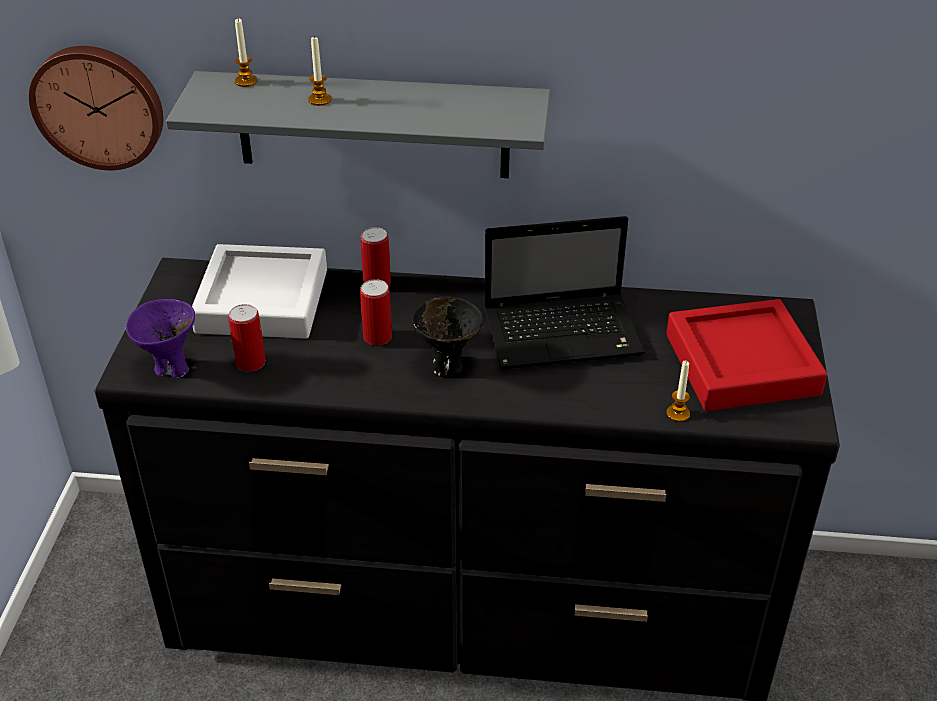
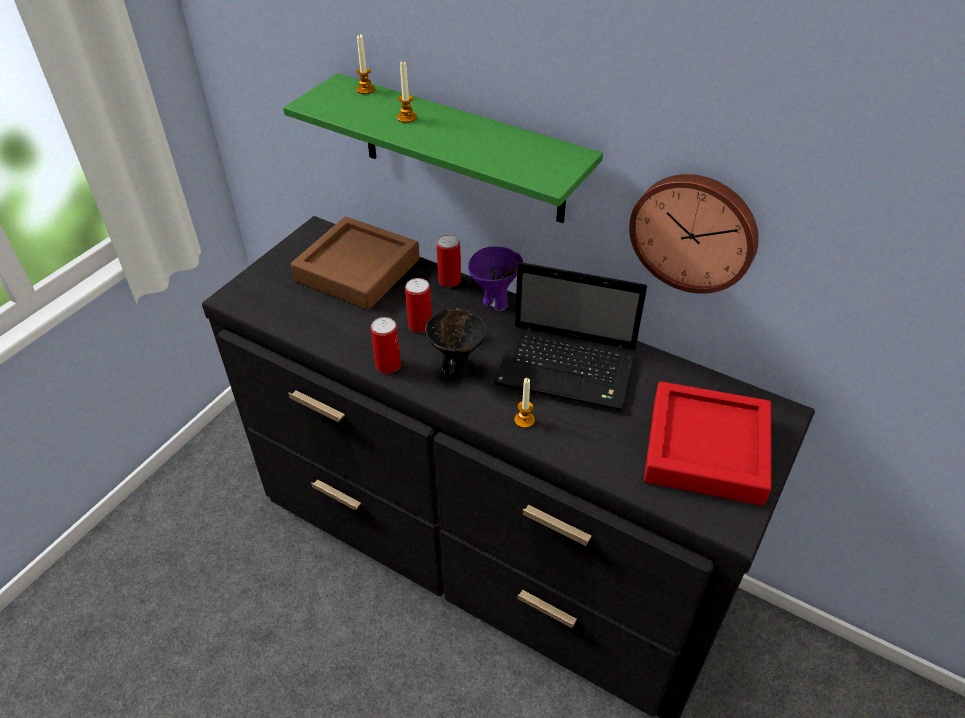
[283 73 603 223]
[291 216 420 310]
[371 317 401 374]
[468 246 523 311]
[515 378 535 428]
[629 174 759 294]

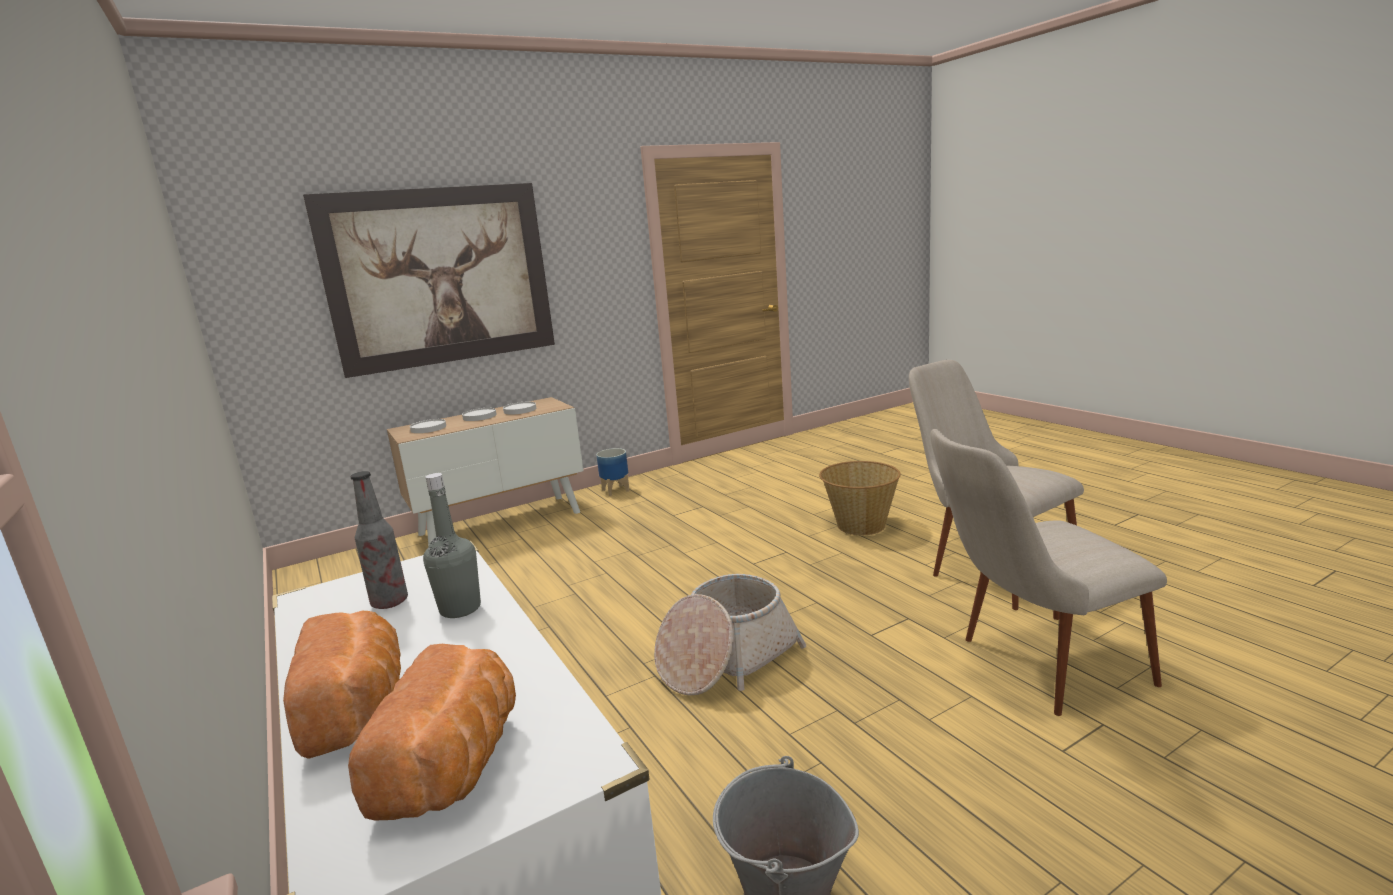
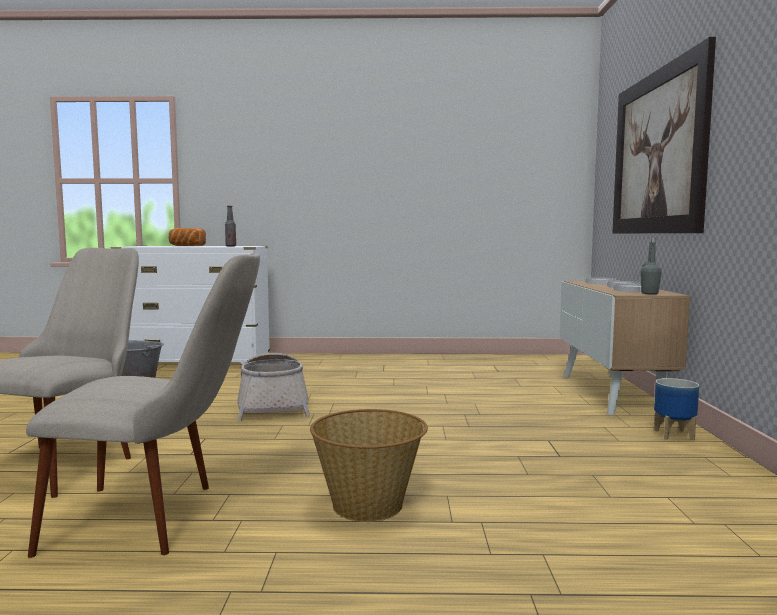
[641 238 662 294]
[348 644 516 821] (first image)

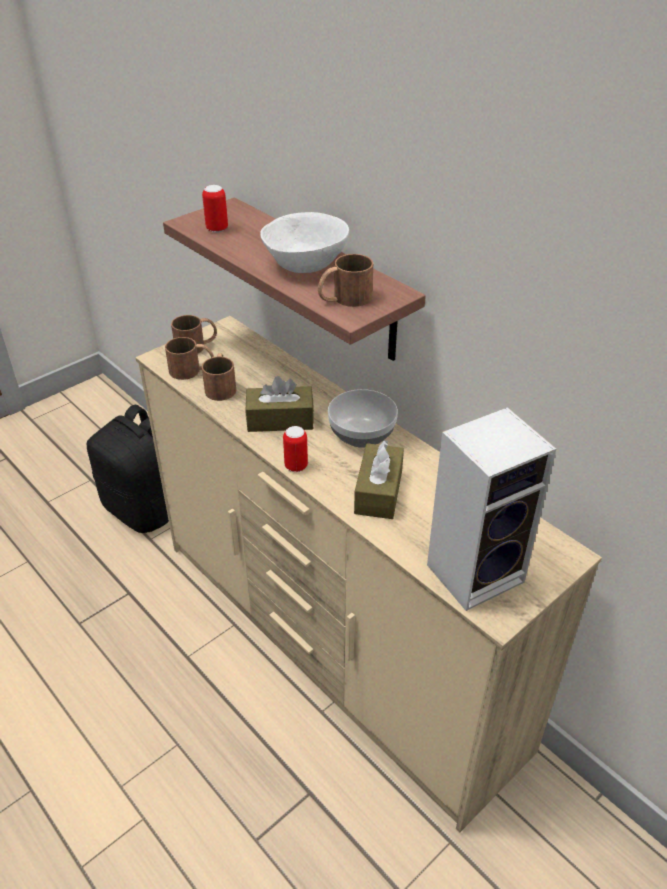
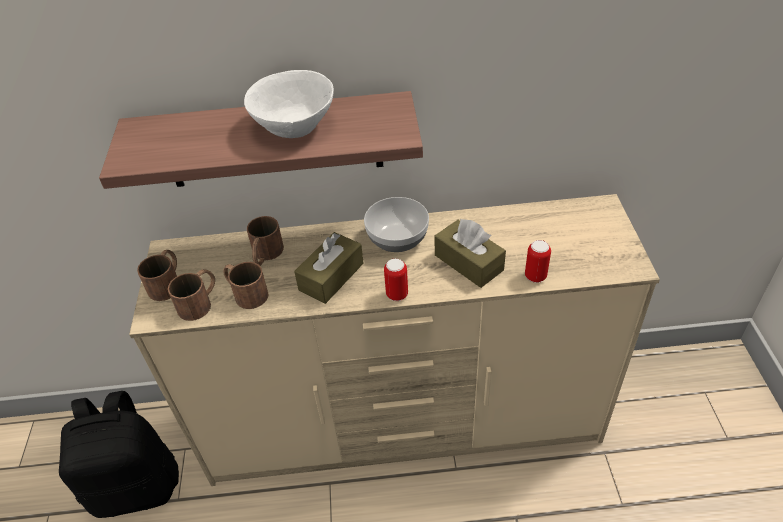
[247 216 284 266]
[525 240 551 283]
[427 407 556 611] (first image)

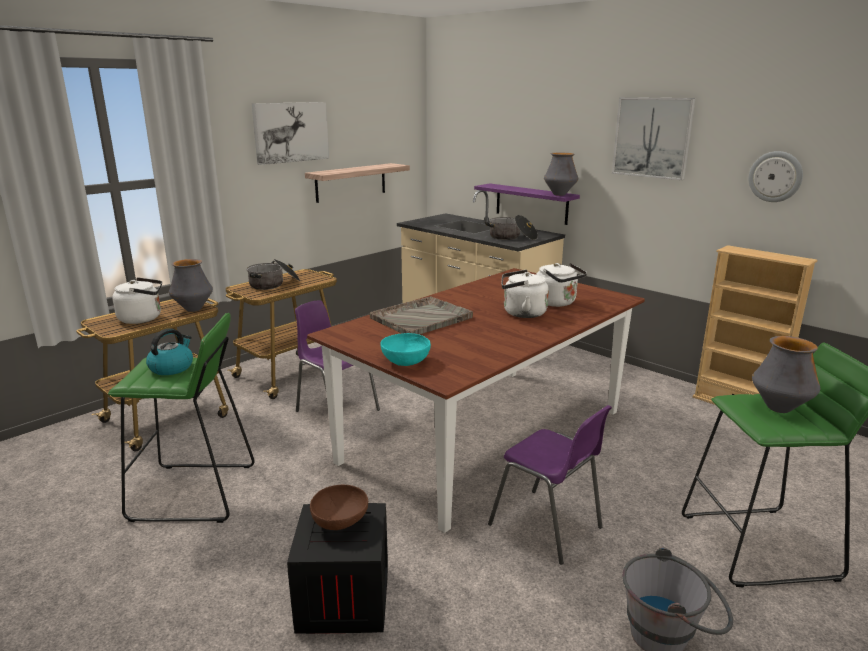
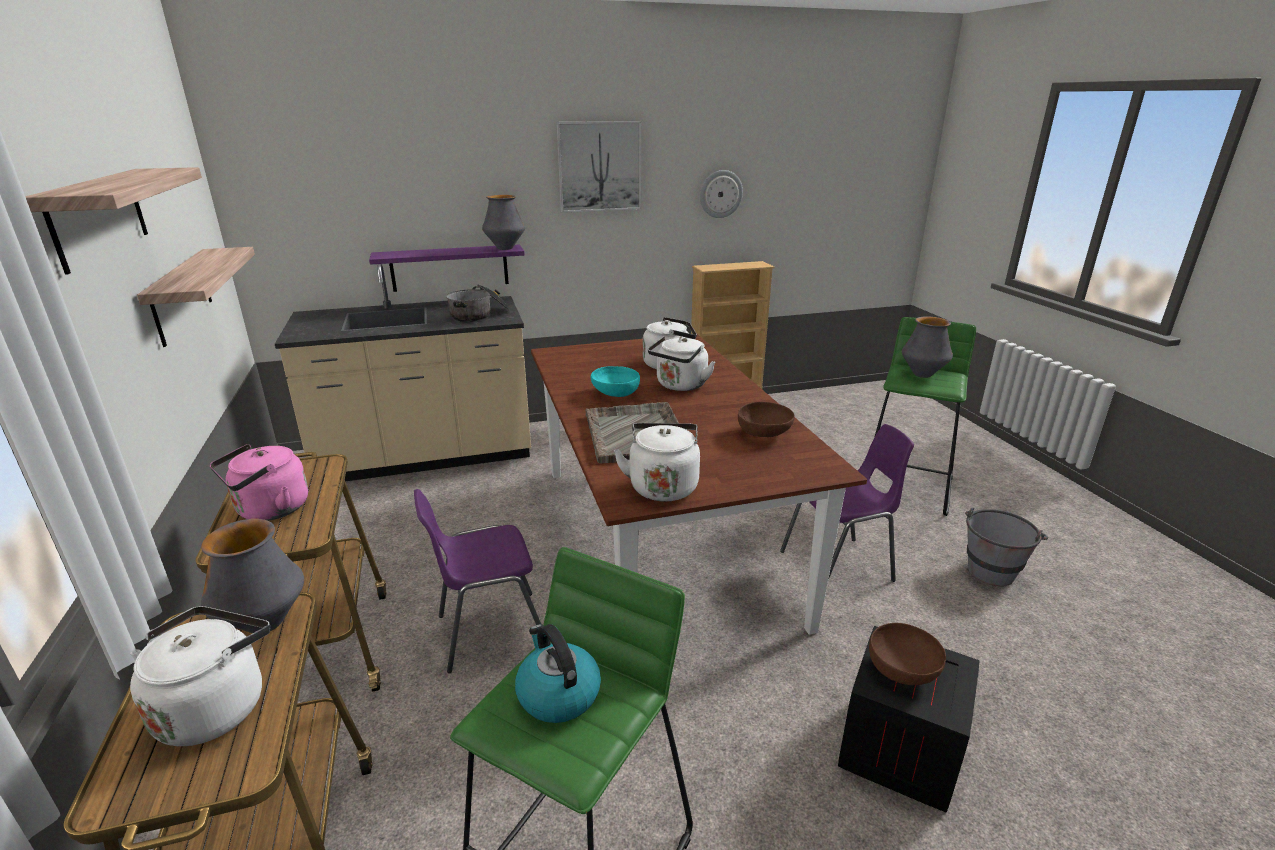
[25 167 202 275]
[210 444 308 521]
[591 366 640 397]
[614 423 700 502]
[738 402 795 437]

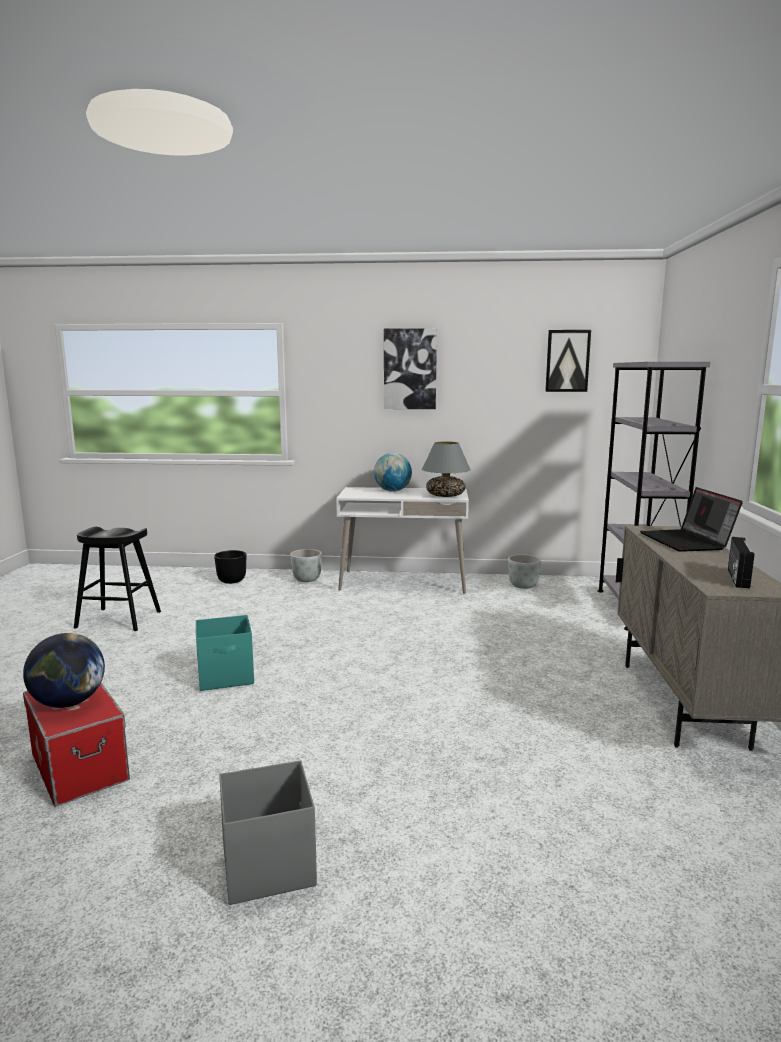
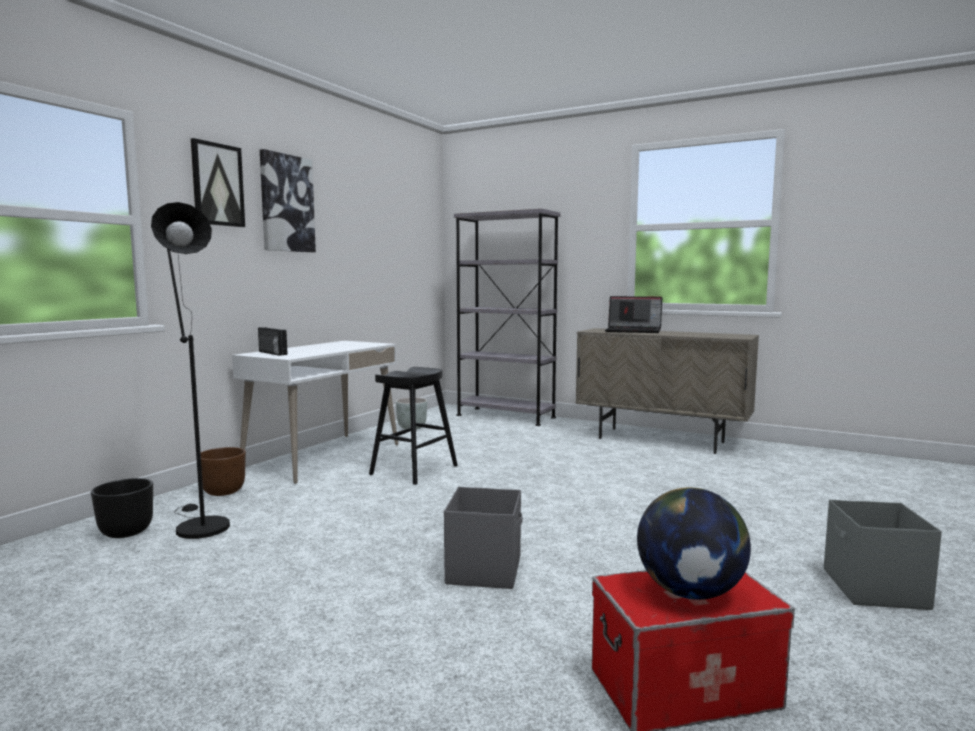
[151 202 230 539]
[191 138 245 227]
[201 447 246 496]
[258 327 287 356]
[369 367 458 485]
[444 487 523 589]
[374 453 412 492] (first image)
[422 441 471 497] (first image)

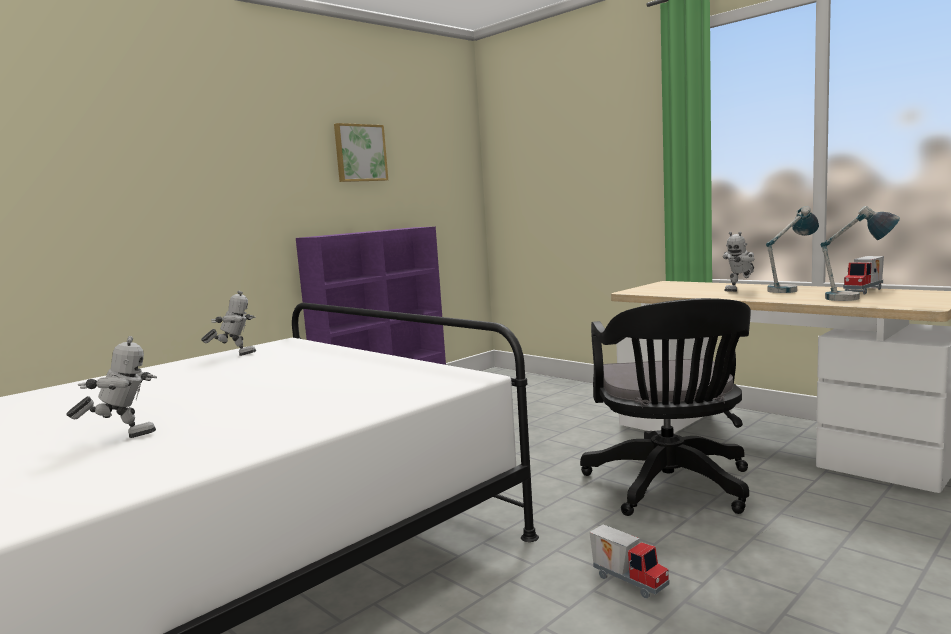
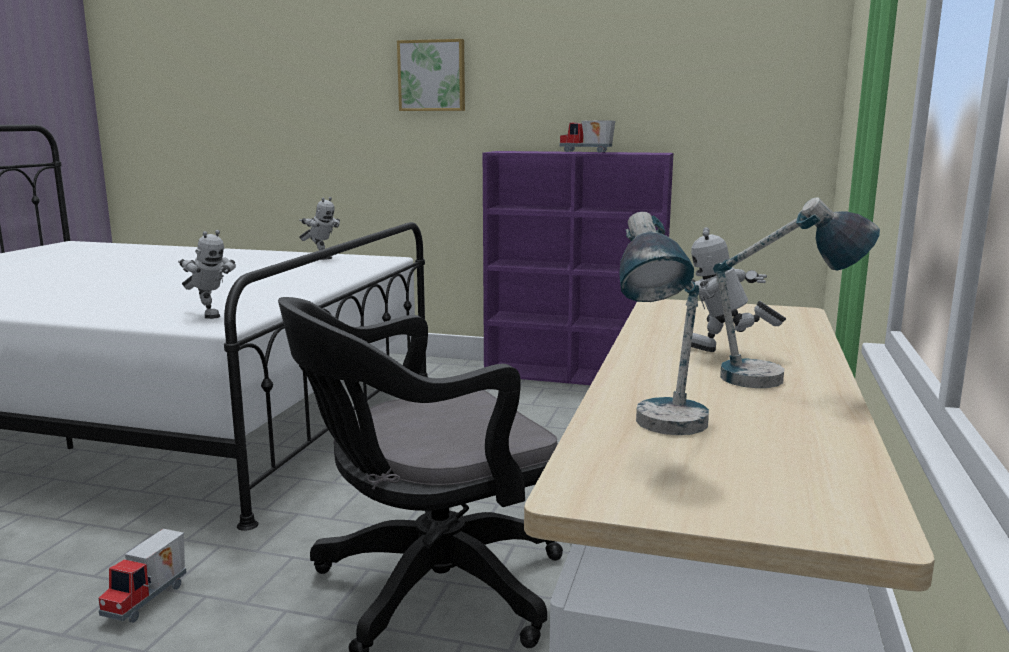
[178 230 236 319]
[397 39 465 111]
[559 121 615 153]

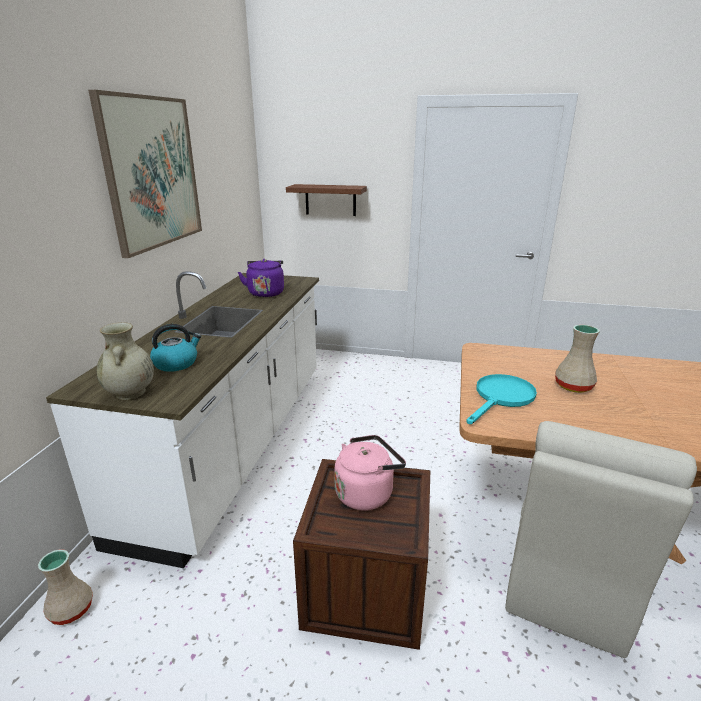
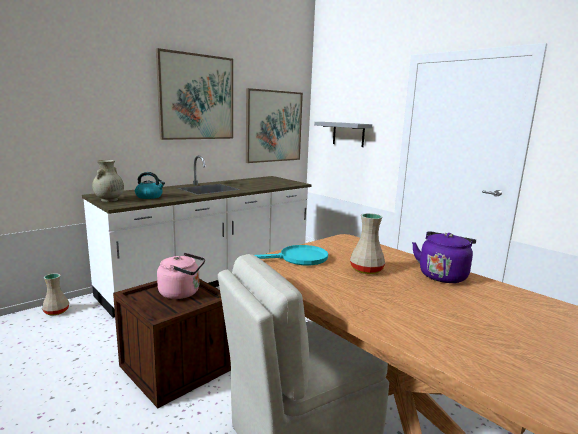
[246 88 303 163]
[314 122 372 147]
[412 231 476 283]

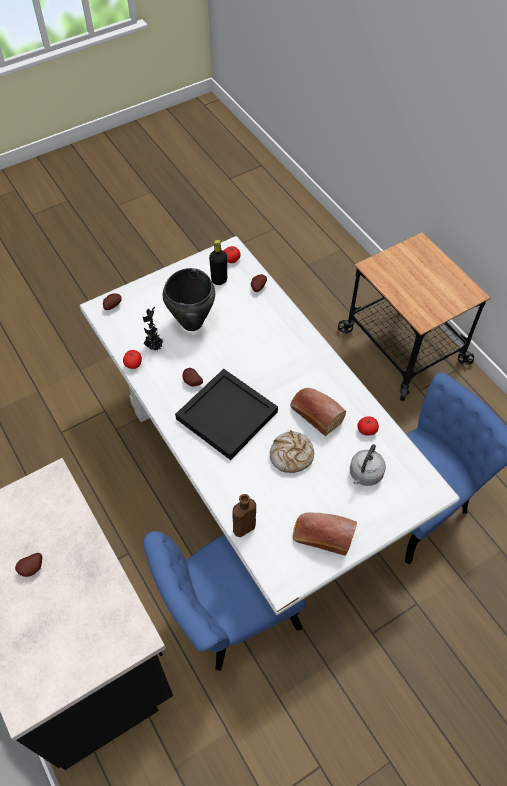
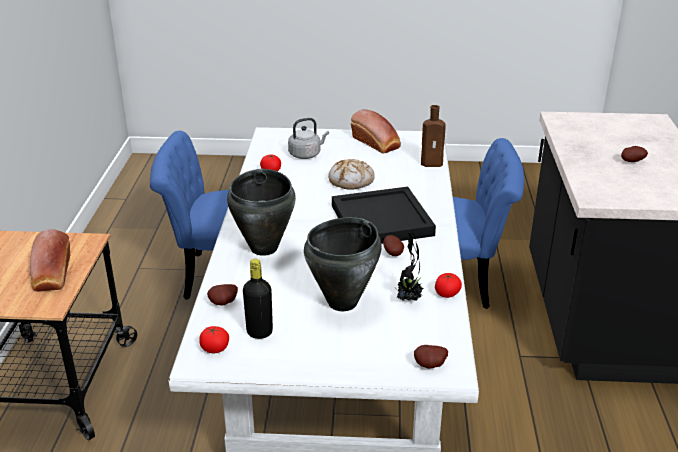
[30 229 71 292]
[227 169 296 256]

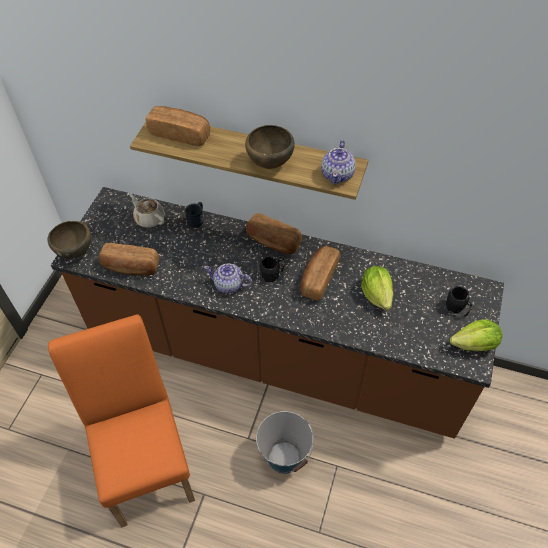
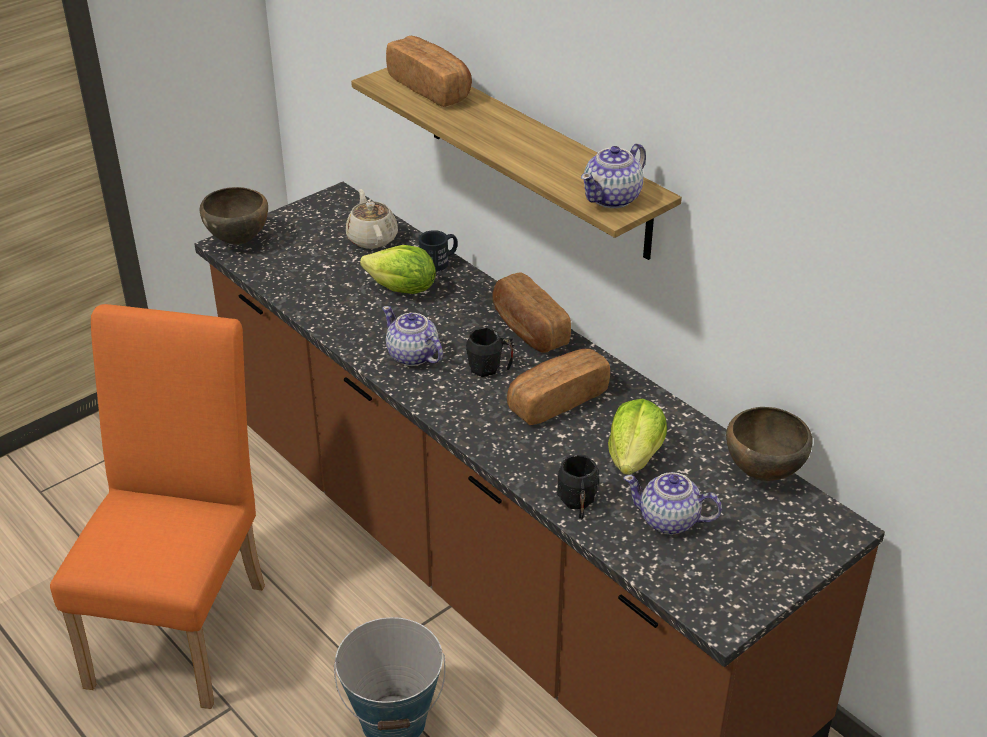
[360 245 436 294]
[557 455 599 519]
[623 472 722 535]
[726 407 813 481]
[99 243 159 276] (first image)

